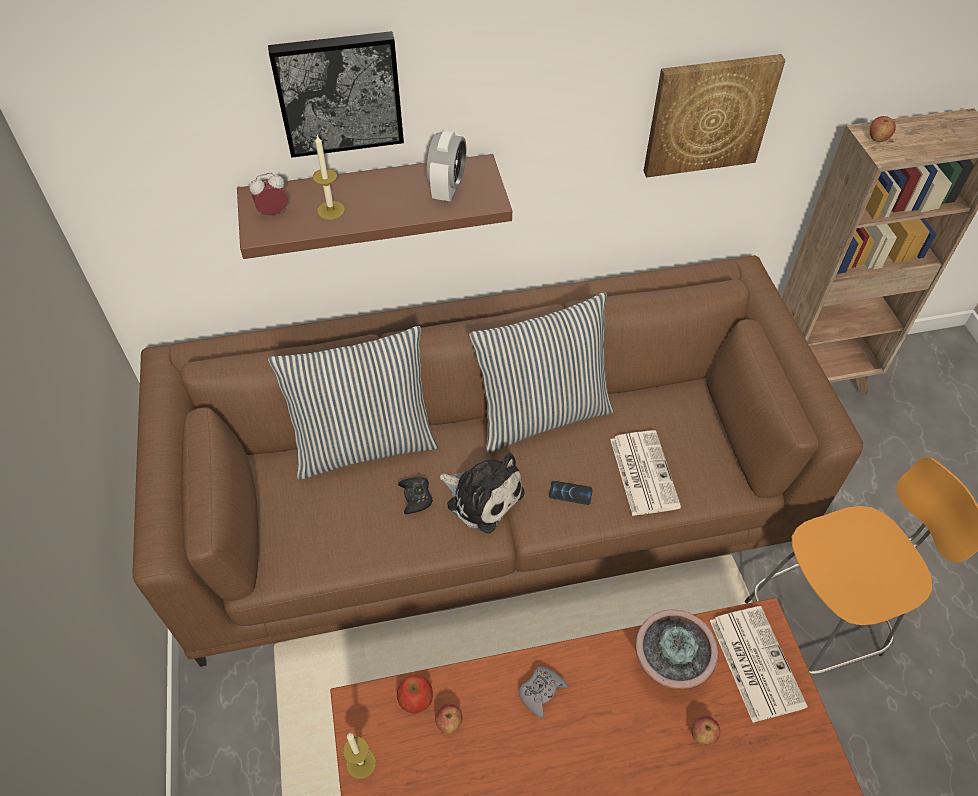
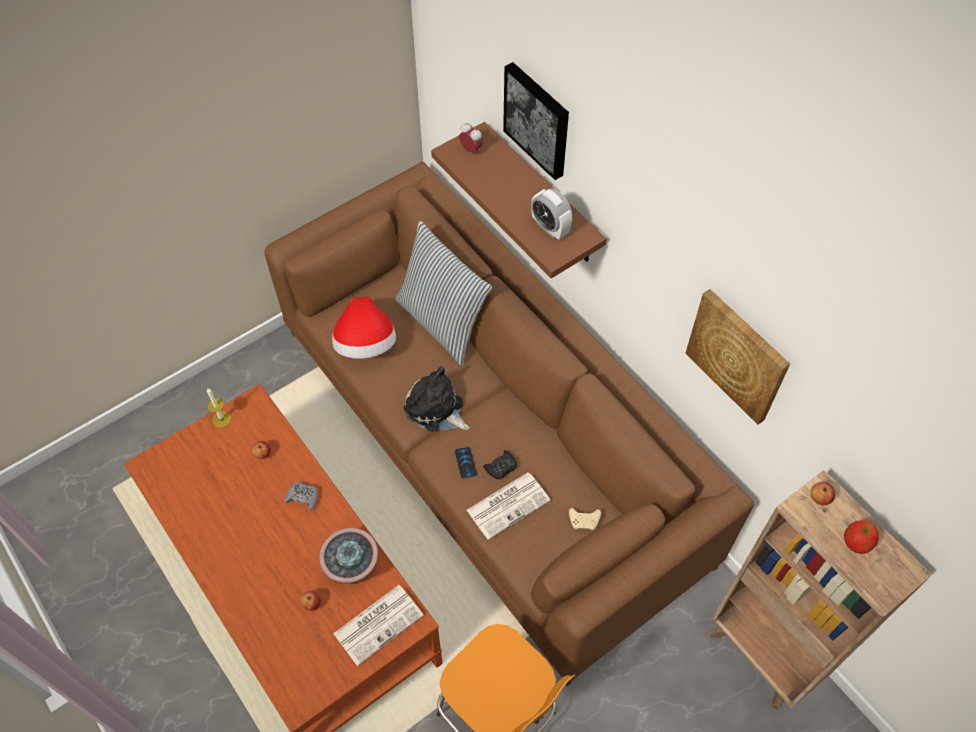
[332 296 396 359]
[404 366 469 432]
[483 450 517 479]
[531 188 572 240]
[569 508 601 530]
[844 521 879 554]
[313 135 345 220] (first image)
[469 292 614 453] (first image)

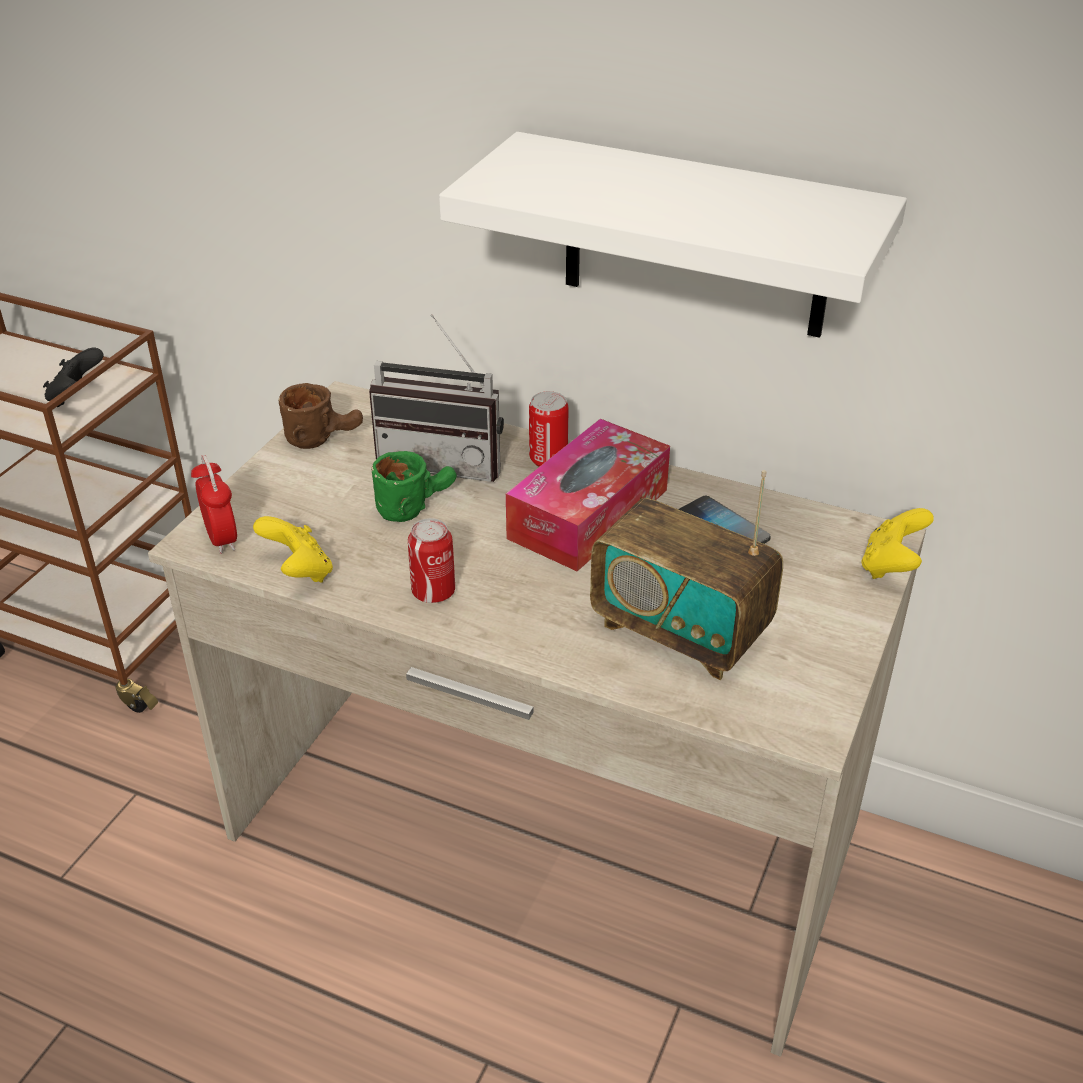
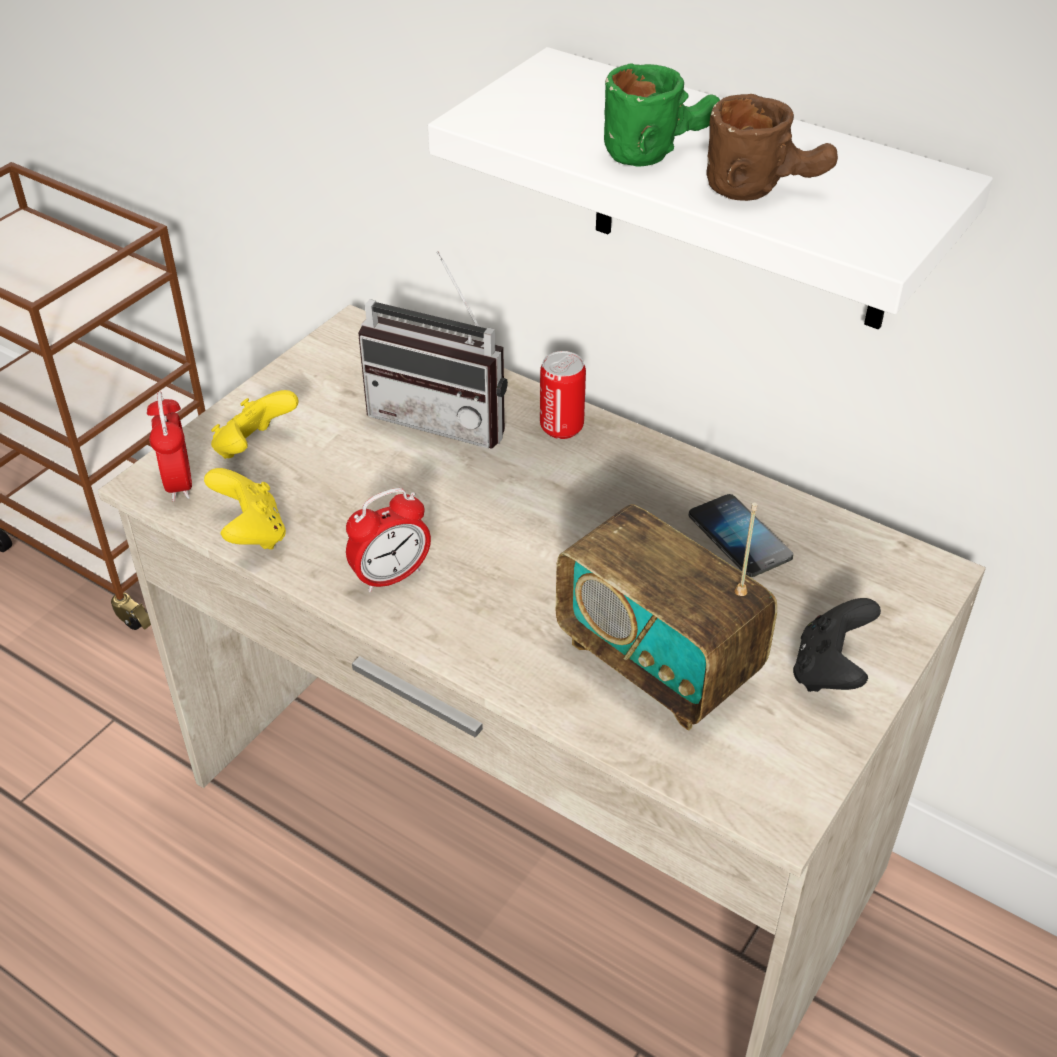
[211 390 299 459]
[346 488 431 593]
[604 64 720 166]
[706 94 838 201]
[793 598 881 692]
[506 419 670 572] (first image)

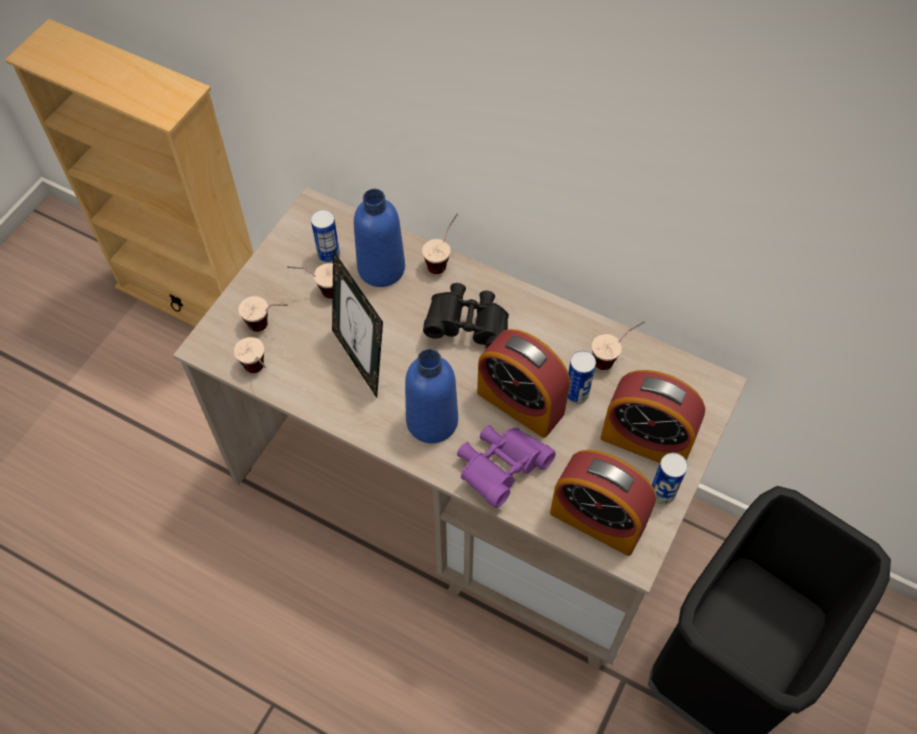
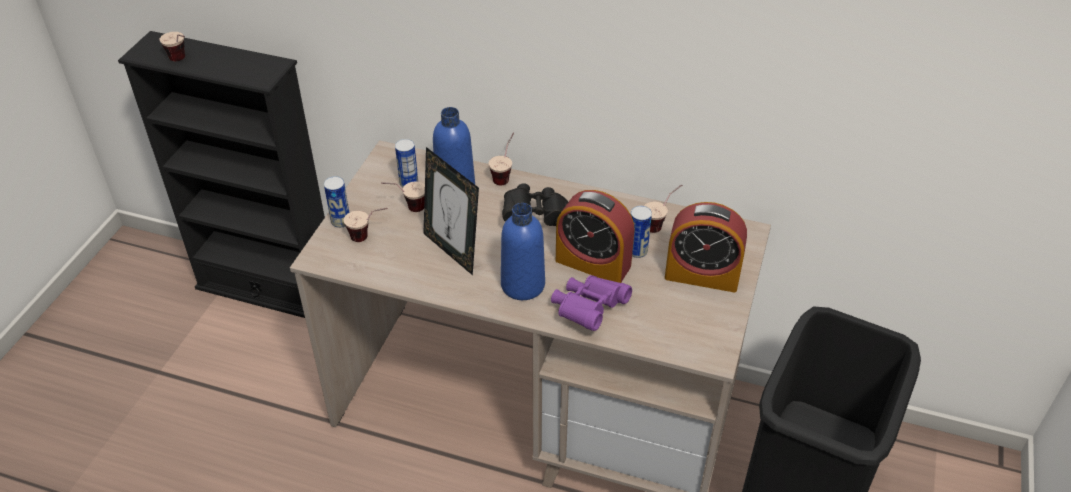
[118 31 325 318]
[160 32 185 61]
[324 176 350 228]
[550 450 656 556] (first image)

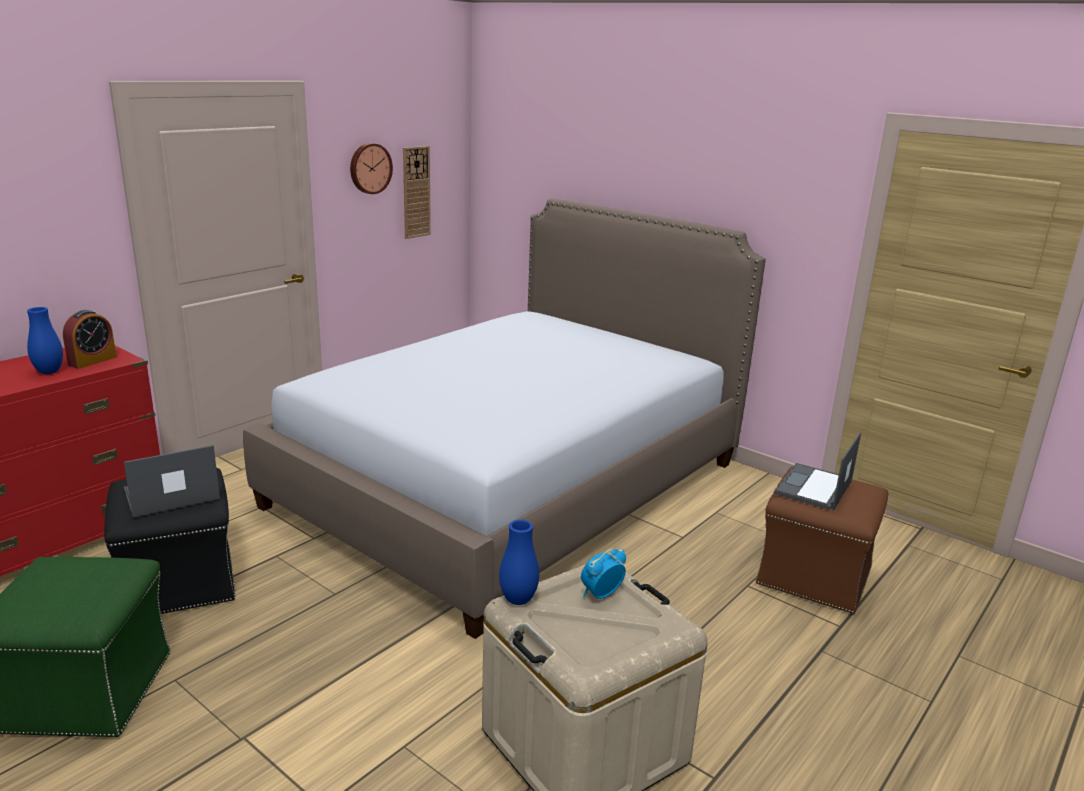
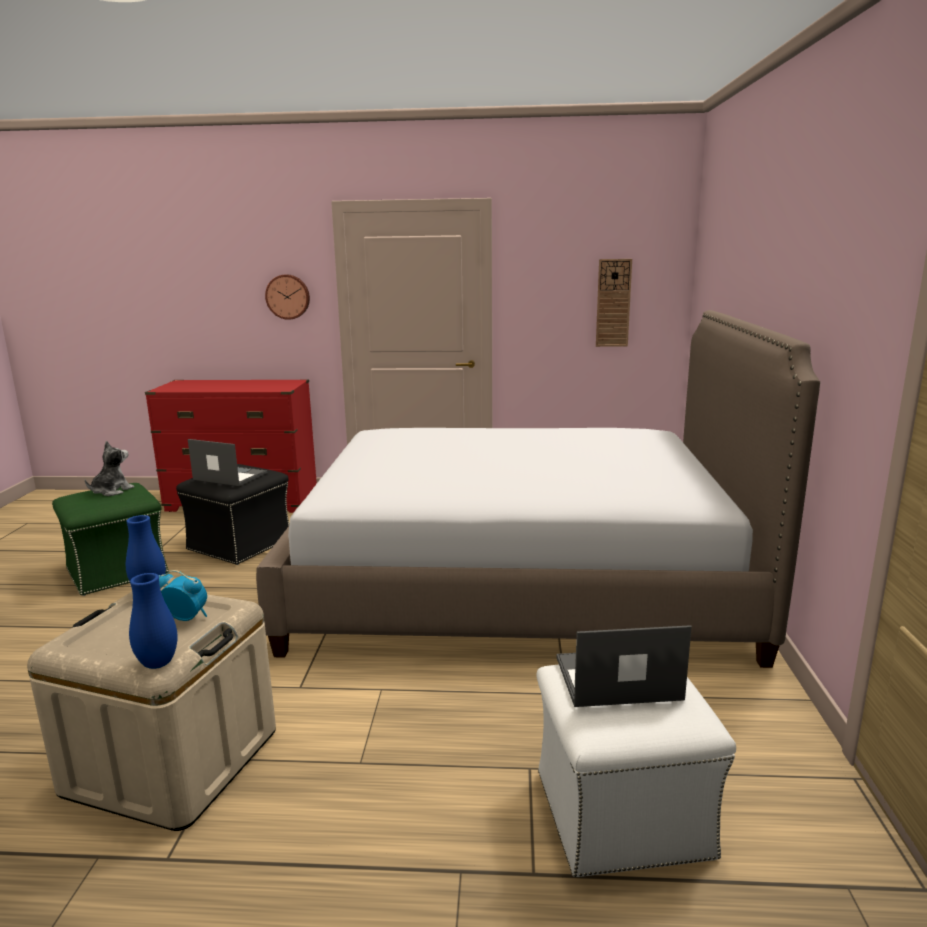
[85 441 134 496]
[129 573 178 669]
[265 274 310 320]
[536 664 736 877]
[63 310 117 369] (first image)

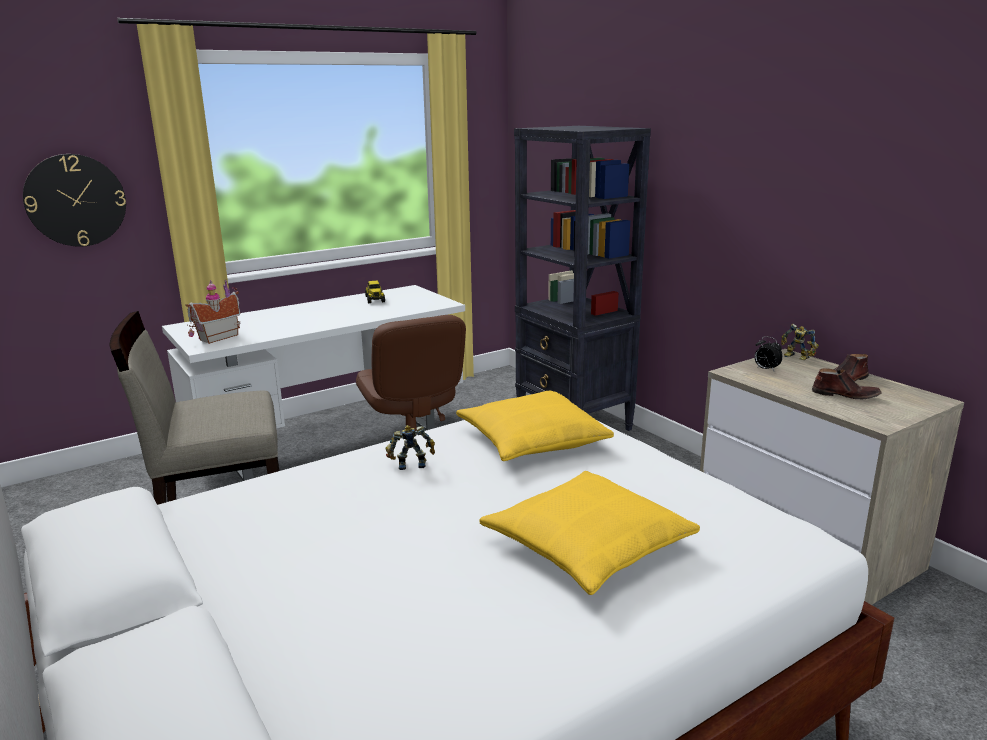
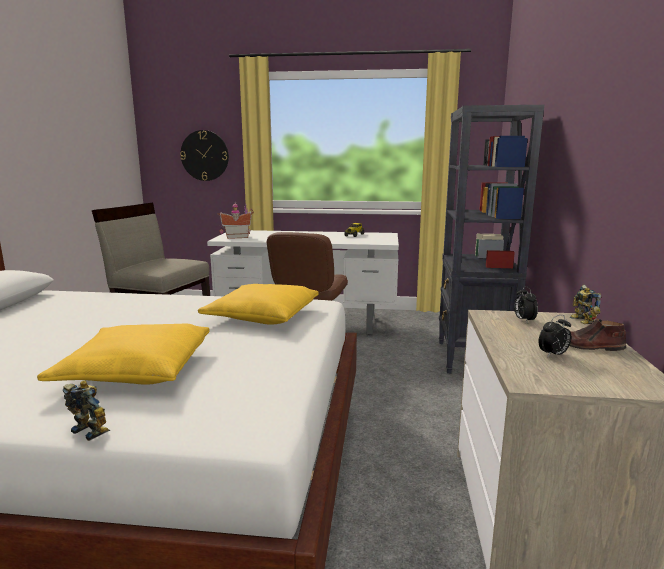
[63 381 110 441]
[539 315 571 358]

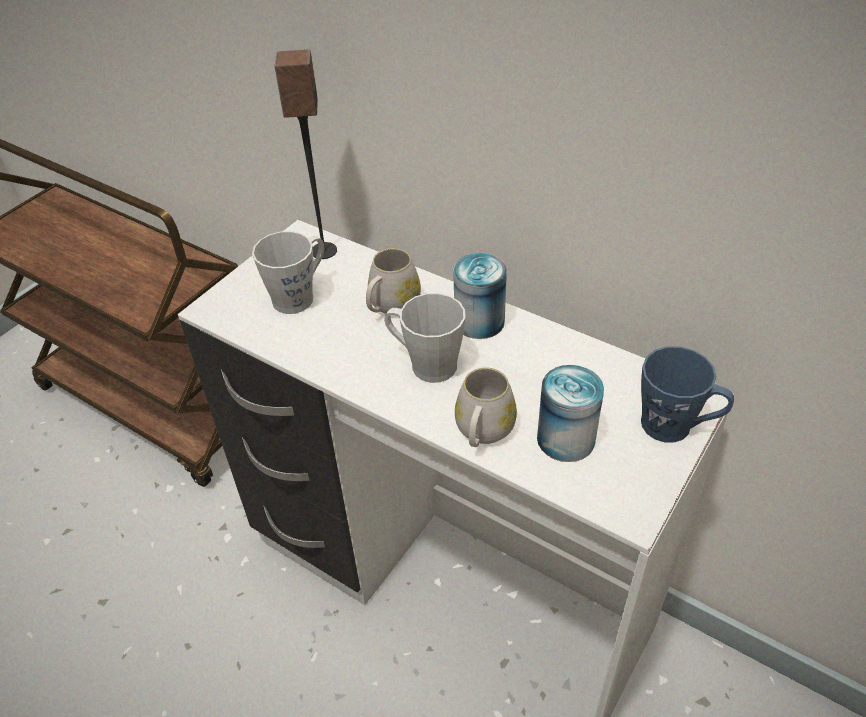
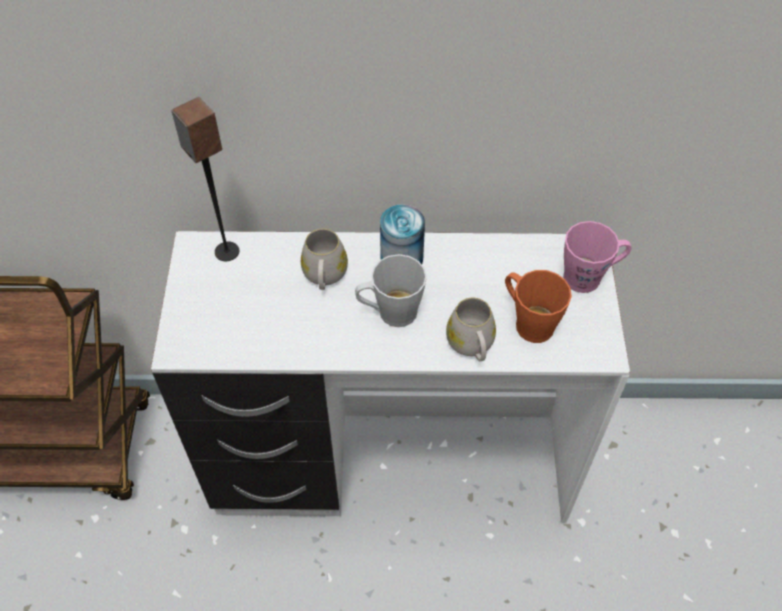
[505 270 572 343]
[563 221 631 293]
[252 231 324 314] (first image)

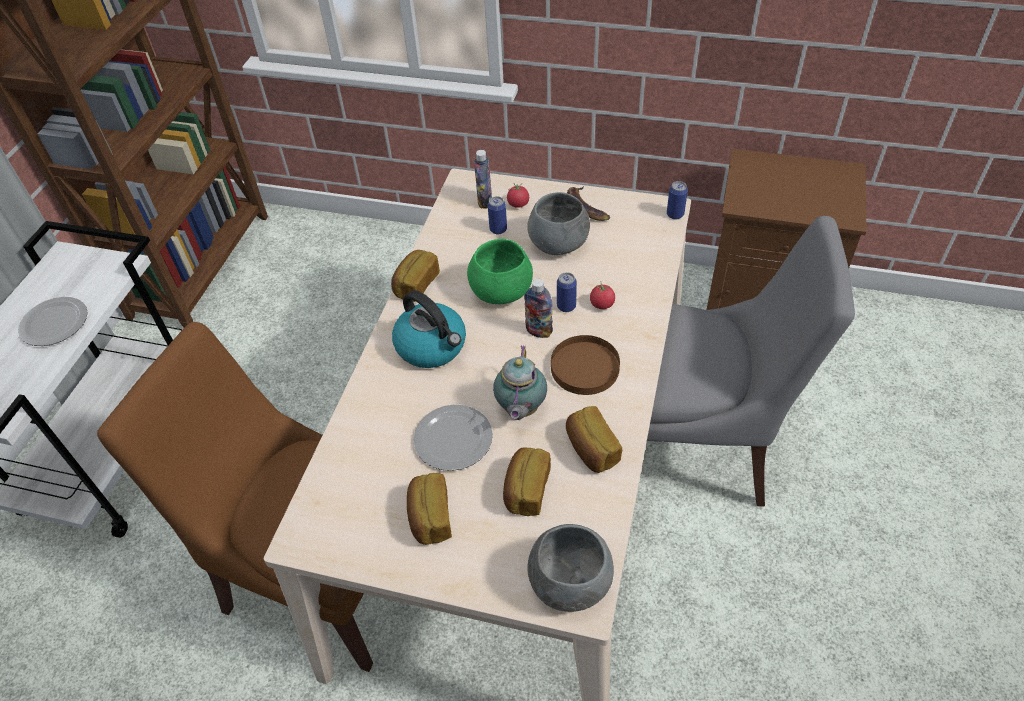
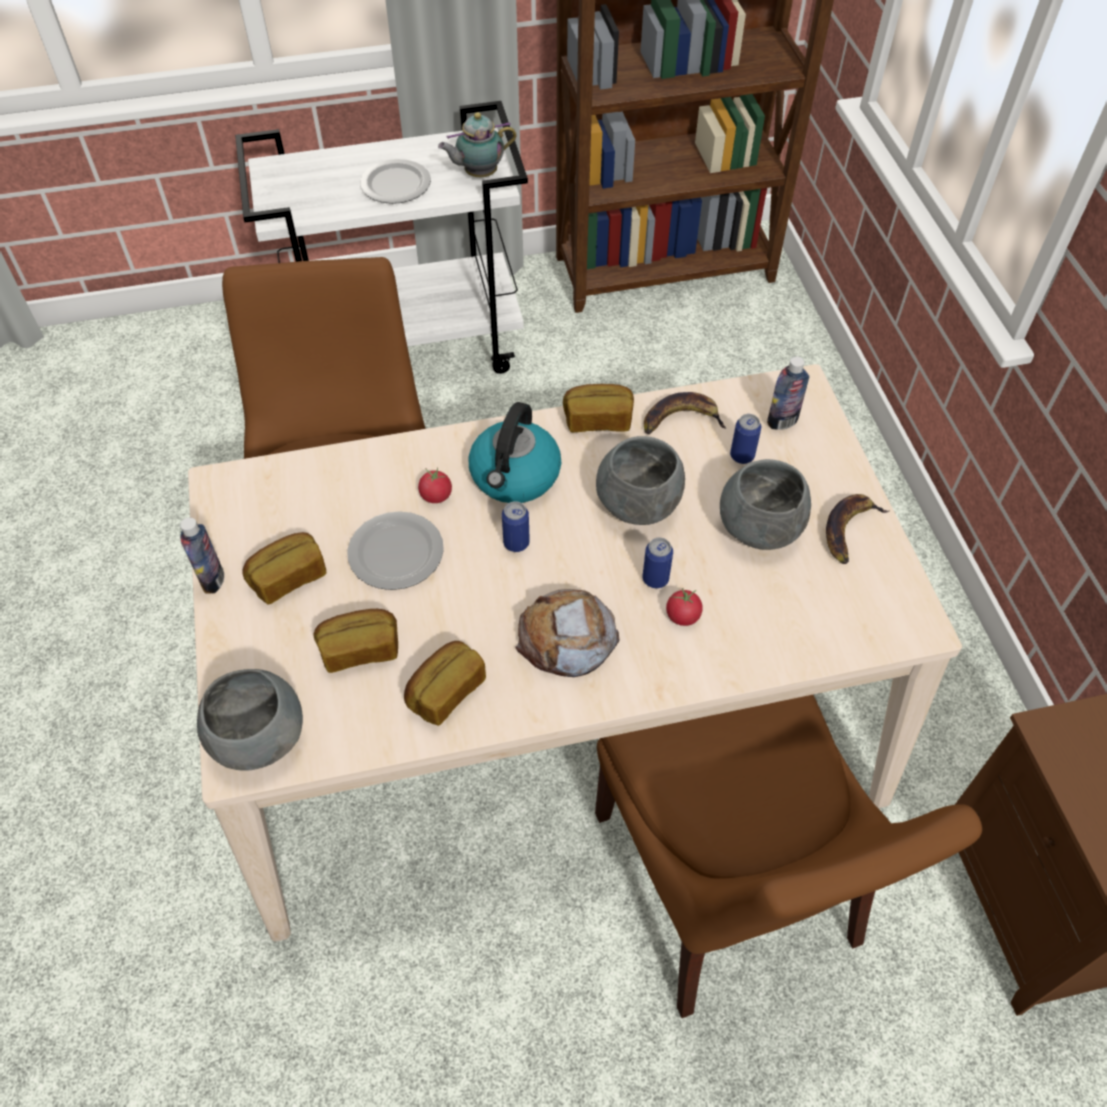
[180 517 224 593]
[418 468 452 503]
[438 112 516 177]
[502 501 530 552]
[515 589 619 677]
[595 695 982 1018]
[596 436 685 525]
[644 392 726 434]

